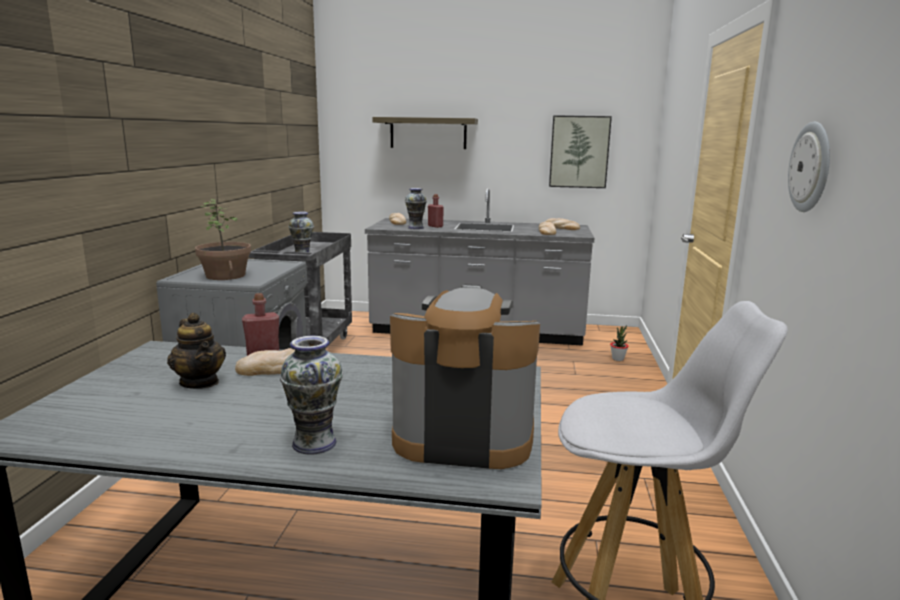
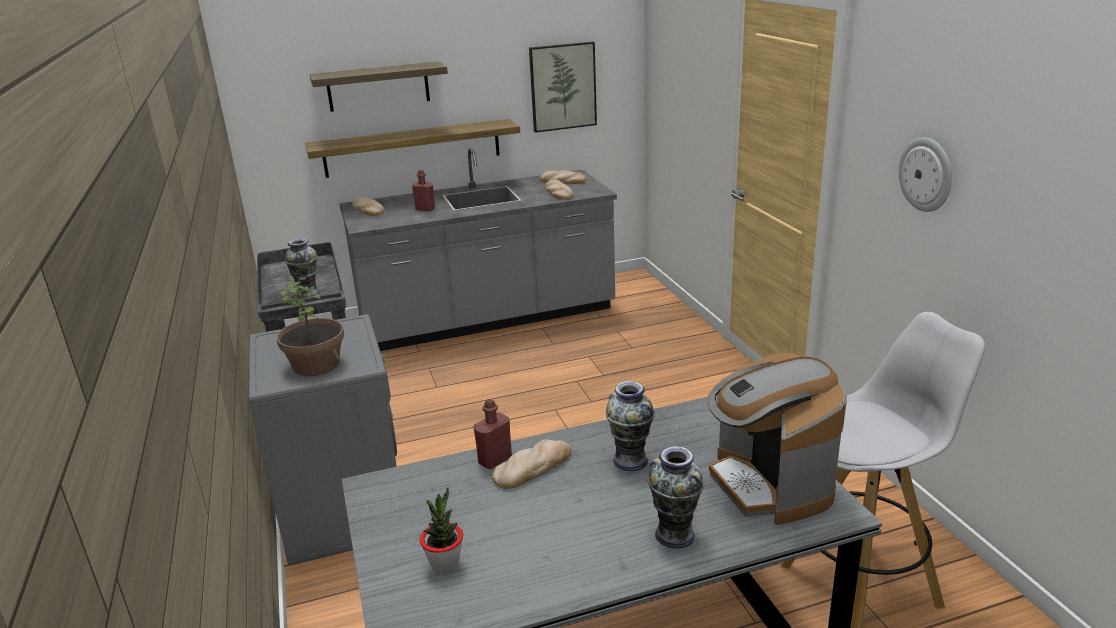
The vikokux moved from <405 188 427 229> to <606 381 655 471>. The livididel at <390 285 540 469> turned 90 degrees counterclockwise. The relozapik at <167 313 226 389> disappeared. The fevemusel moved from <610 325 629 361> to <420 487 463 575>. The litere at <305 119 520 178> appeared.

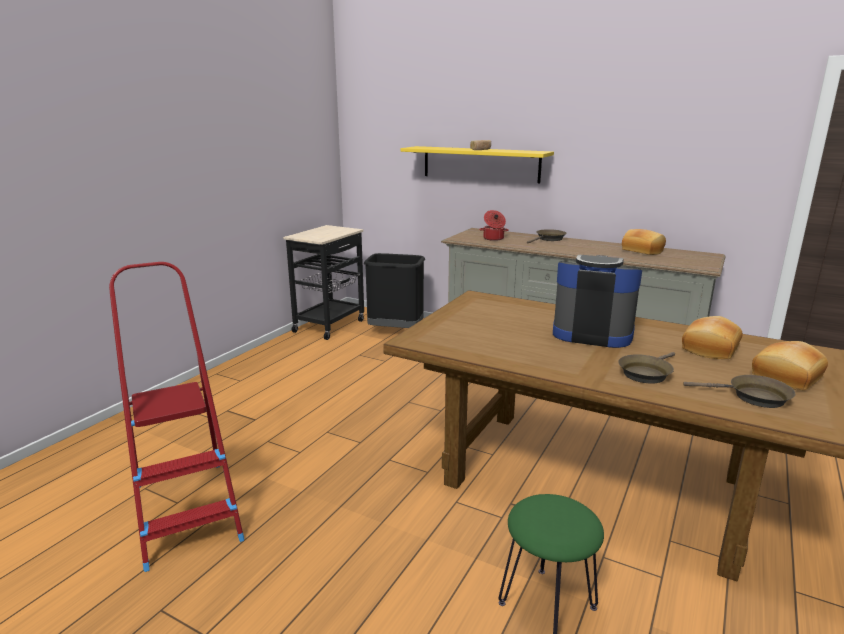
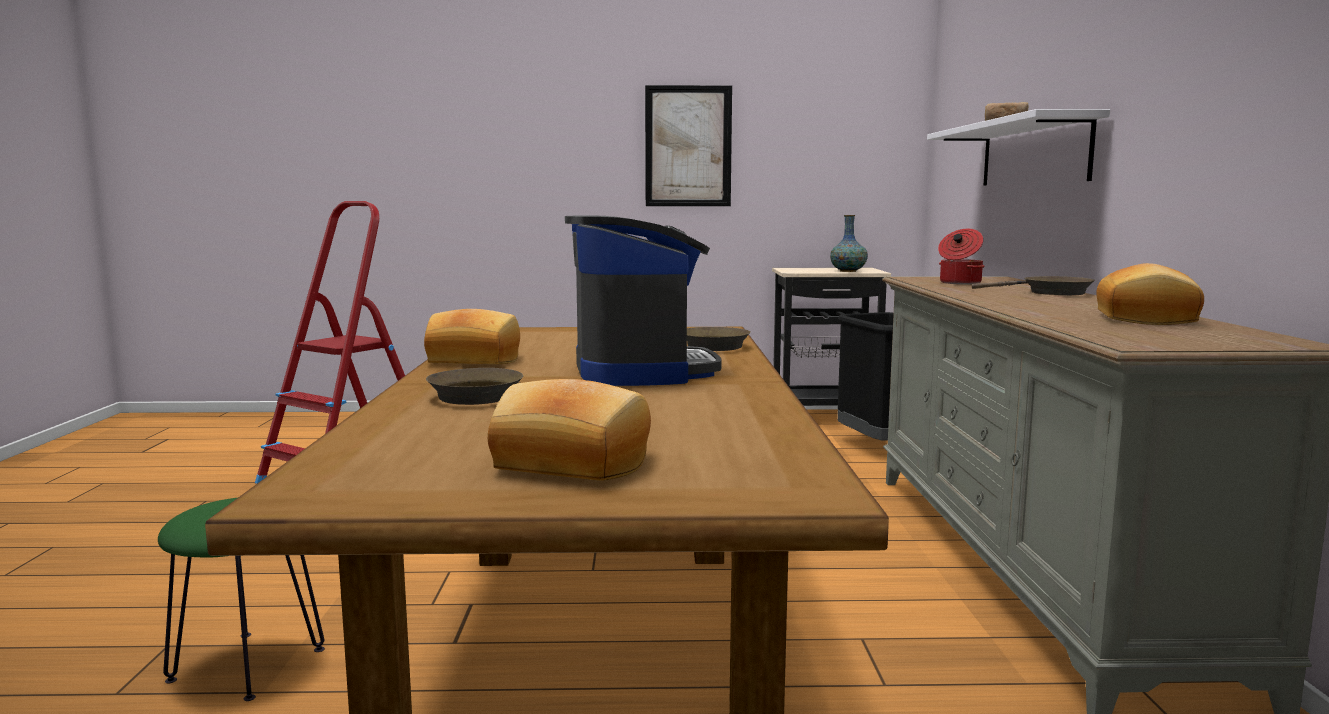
The yellow litere at <401 146 554 183> became the white litere at <927 109 1110 186>. The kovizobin moved from <682 316 742 359> to <424 309 520 364>. The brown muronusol moved from <684 375 795 408> to <687 327 751 351>. The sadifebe at <645 85 732 206> appeared. The vikokux at <830 215 868 272> appeared.

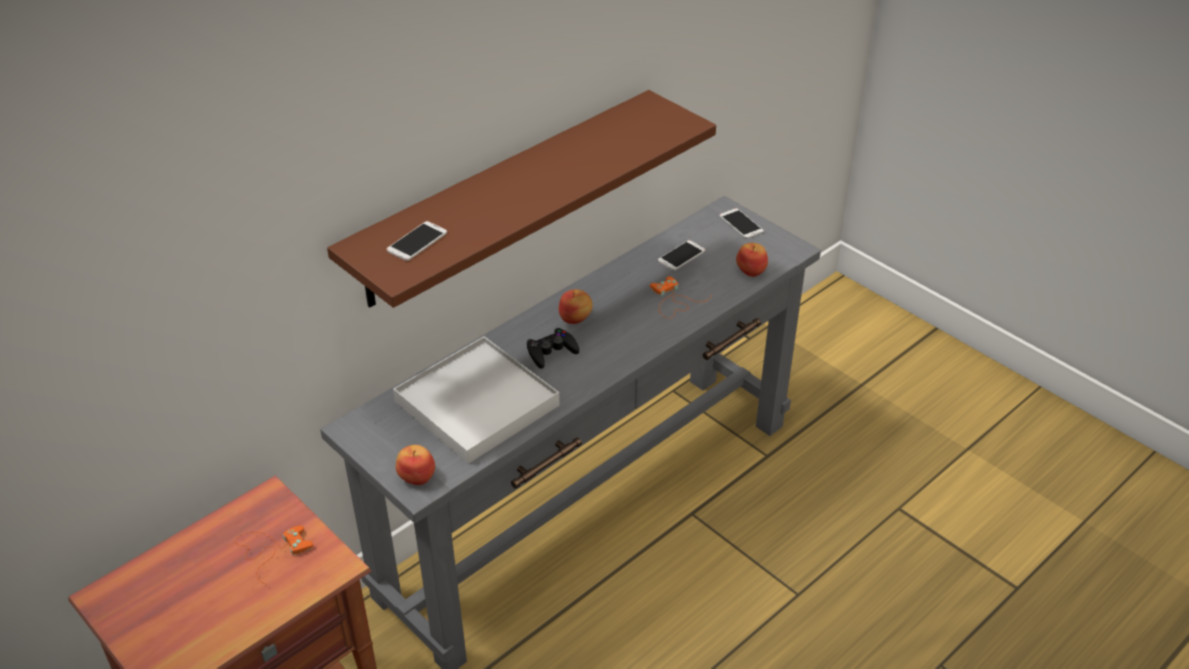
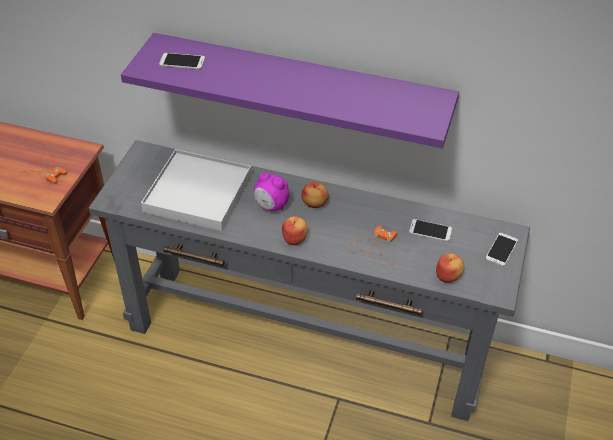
The brown litere at <327 90 716 308> became the purple litere at <121 33 459 148>. The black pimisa at <527 328 579 369> was replaced by the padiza at <254 172 289 211>. The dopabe moved from <396 445 435 485> to <282 216 308 245>.

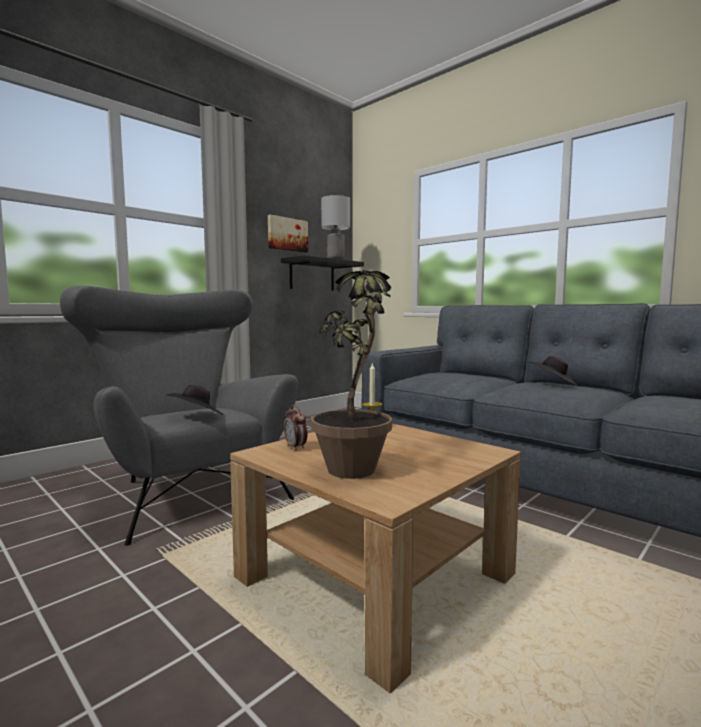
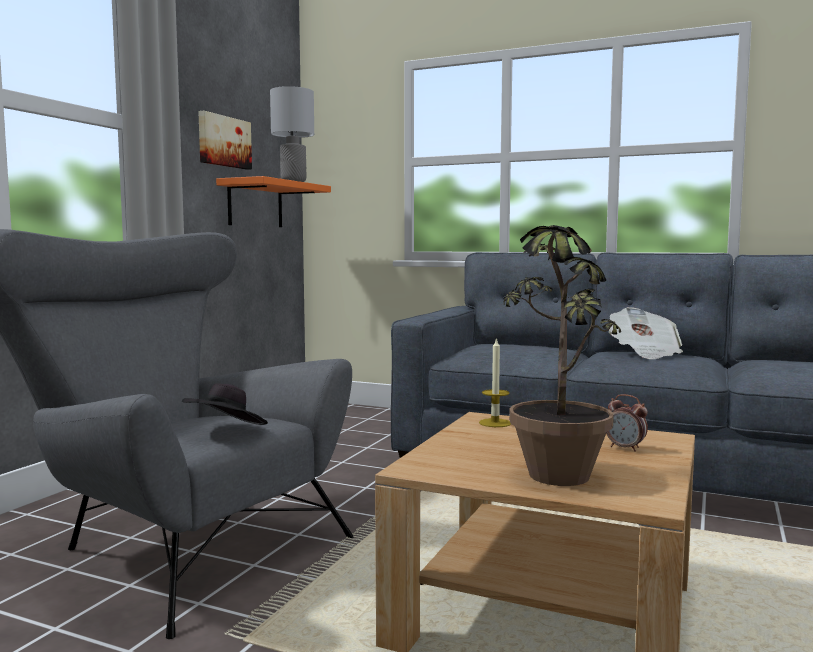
The black litere at <281 255 364 291> became the orange litere at <216 176 331 227>. The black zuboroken at <530 356 578 387> was replaced by the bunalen at <608 307 683 359>. The padiza moved from <284 405 308 451> to <606 394 648 452>.

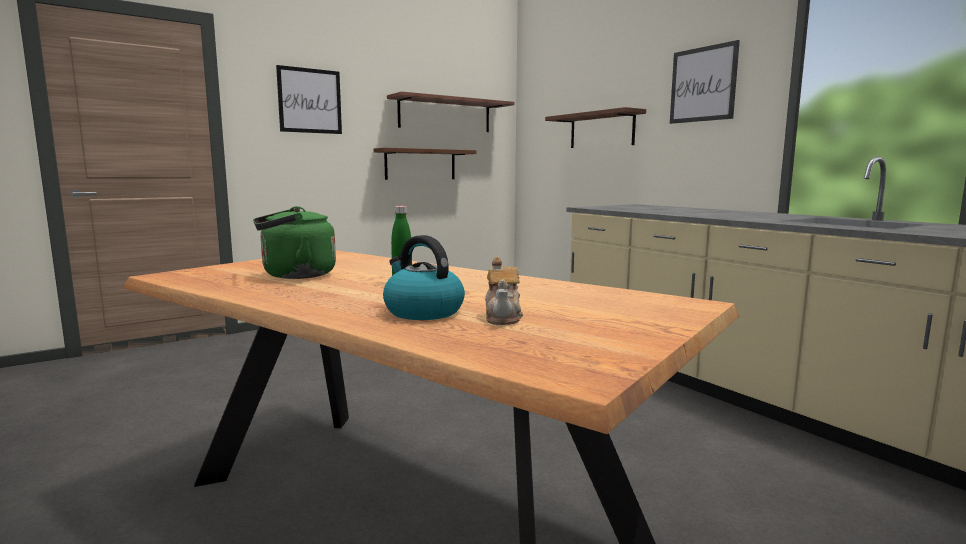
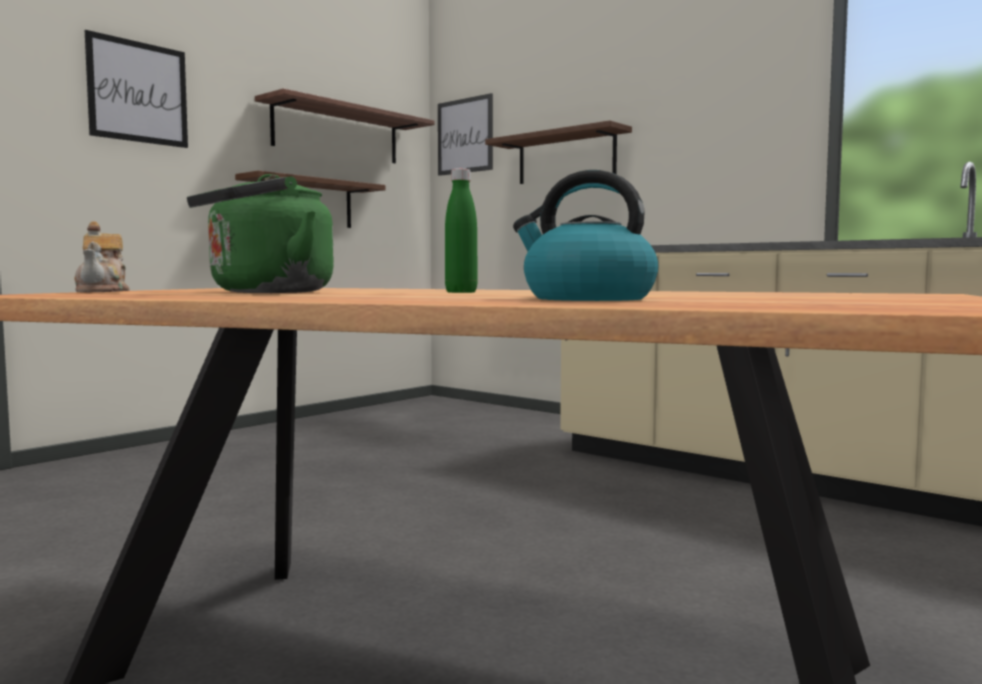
The sadifebe moved from <670 40 740 124> to <438 93 493 176>. The relozapik moved from <485 257 523 325> to <75 221 130 292>.

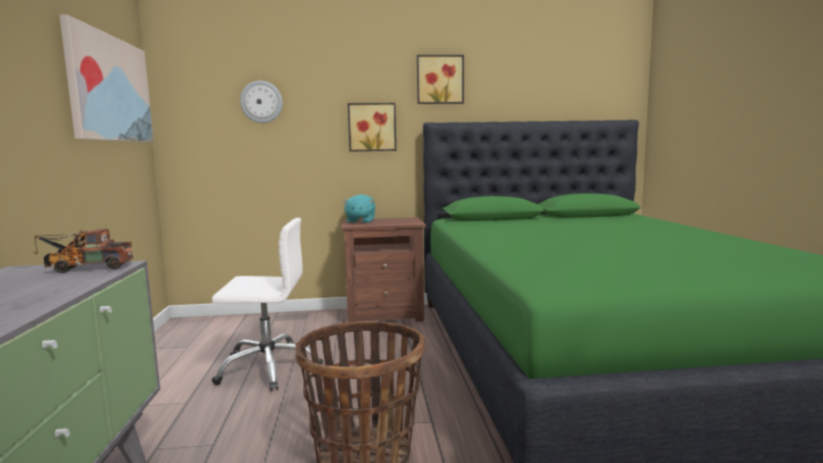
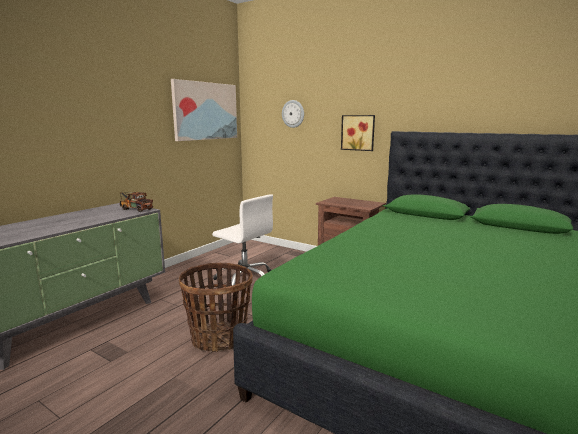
The sadifebe at <417 55 464 104> disappeared. The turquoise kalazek at <343 194 375 223> disappeared.

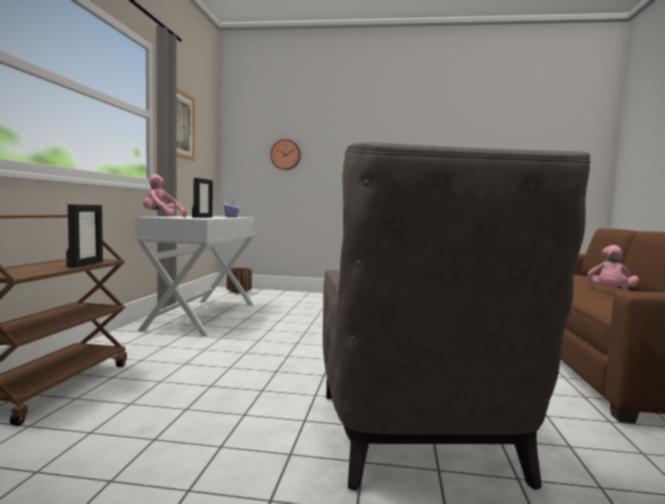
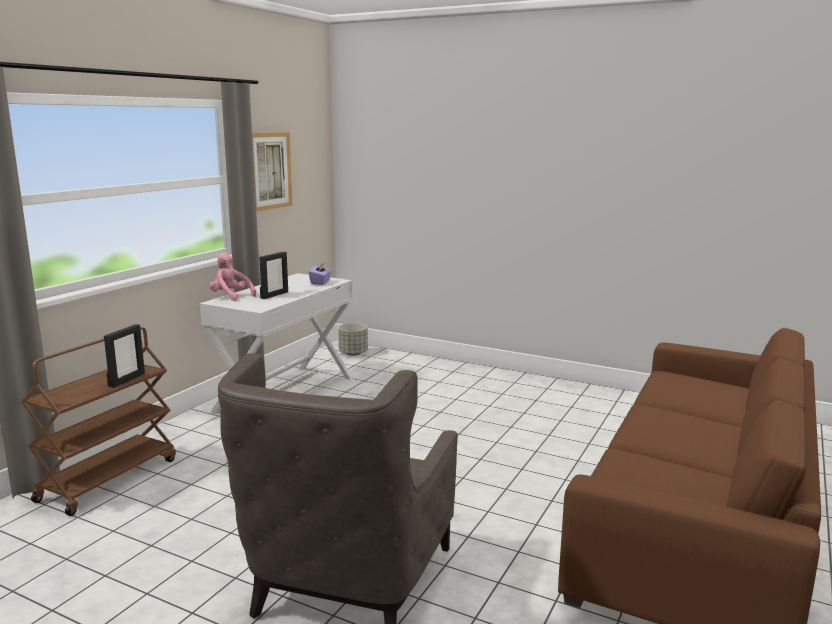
The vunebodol at <270 139 301 170> disappeared. The pink kalazek at <587 245 639 290> disappeared. The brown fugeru at <227 268 252 294> became the grey fugeru at <338 323 368 356>.

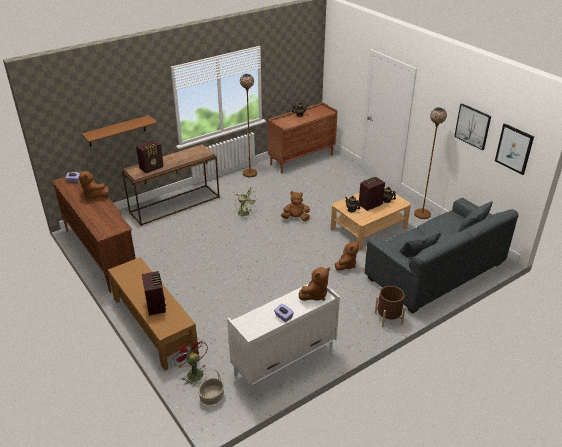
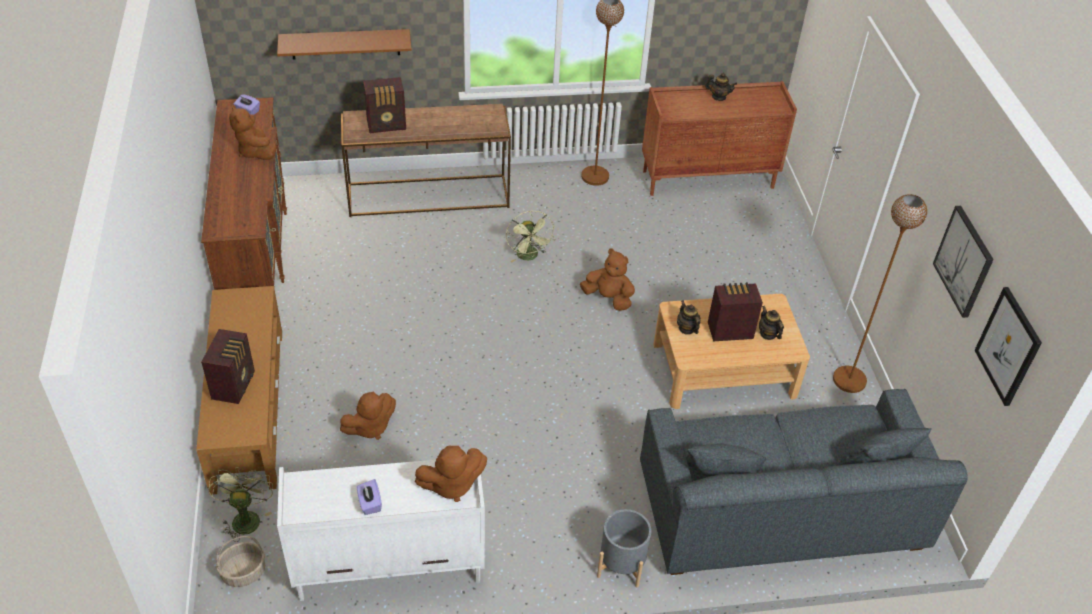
The brown kalazek moved from <335 241 359 271> to <340 392 396 440>. The brown fugeru at <375 286 406 328> became the grey fugeru at <597 509 651 587>. The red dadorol at <172 337 208 386> became the green dadorol at <208 467 273 542>.

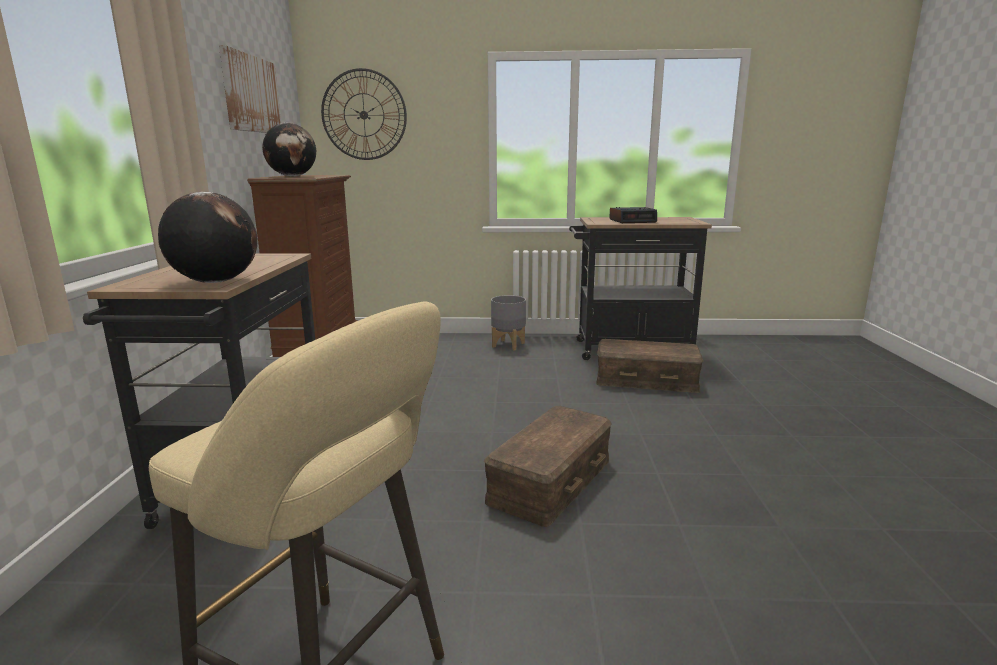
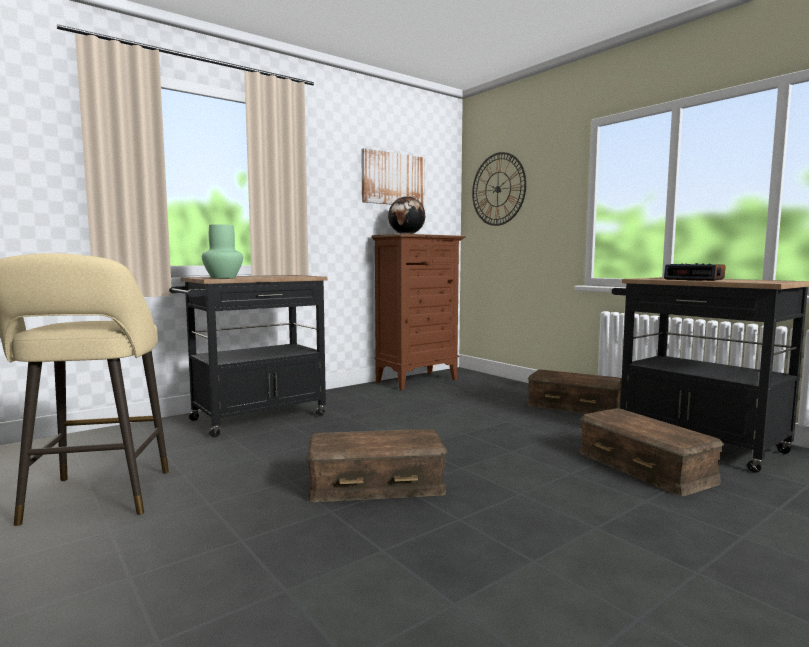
The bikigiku at <158 192 258 283> was replaced by the green vikokux at <202 224 243 278>. The grey fugeru at <491 295 526 350> was replaced by the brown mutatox at <527 370 622 414>.

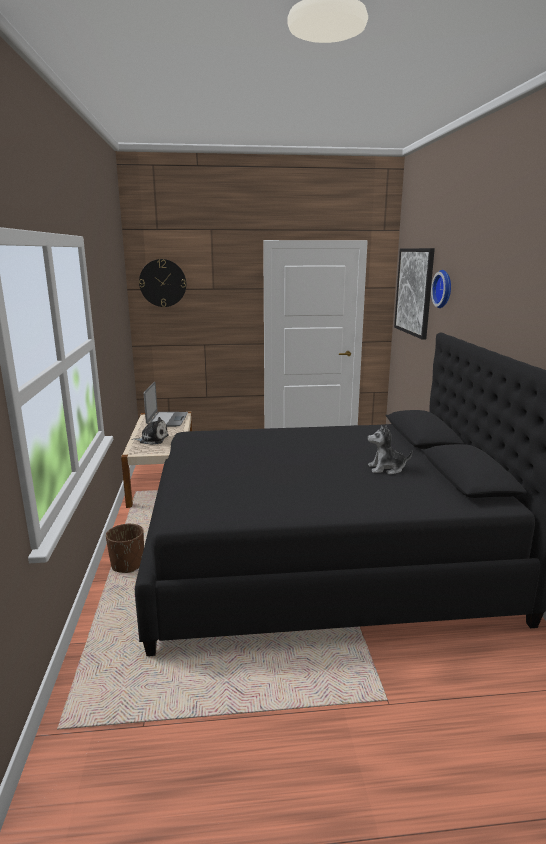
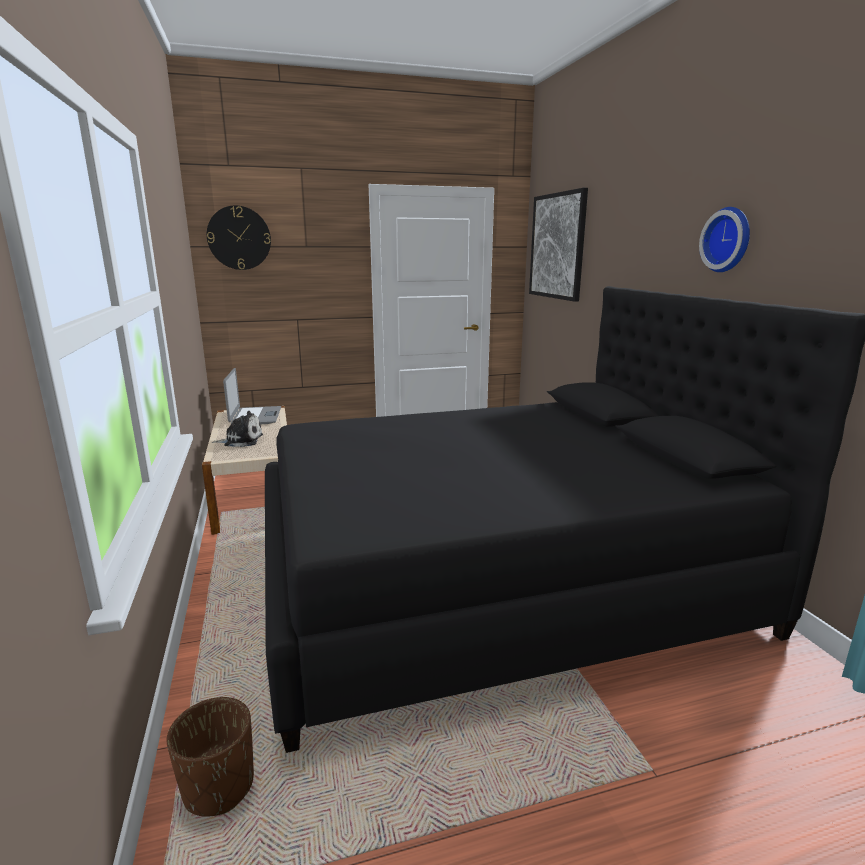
The vunebodol moved from <431 270 451 308> to <699 207 750 272>. The kalazek at <367 425 412 475> disappeared. The brown fugeru moved from <106 524 144 573> to <167 697 254 817>.

